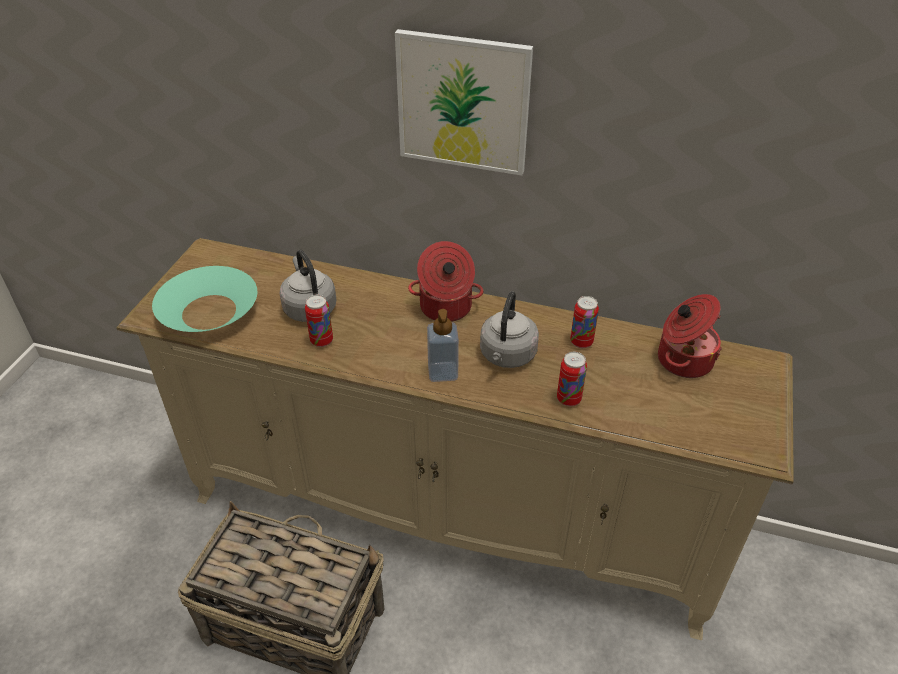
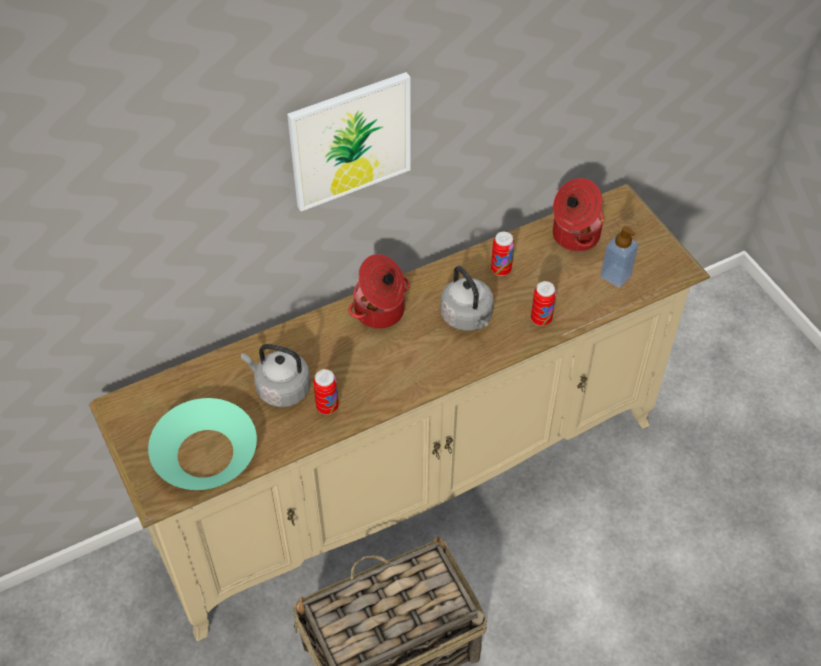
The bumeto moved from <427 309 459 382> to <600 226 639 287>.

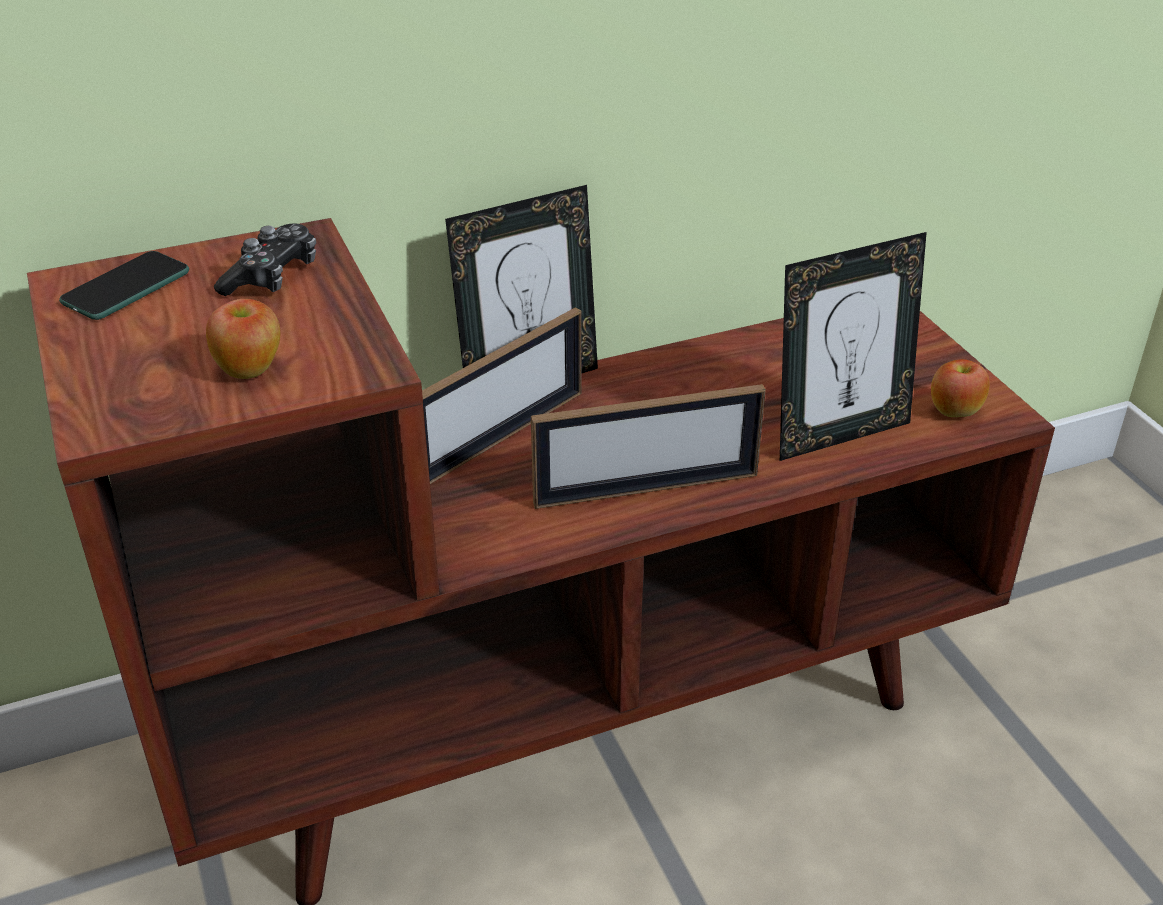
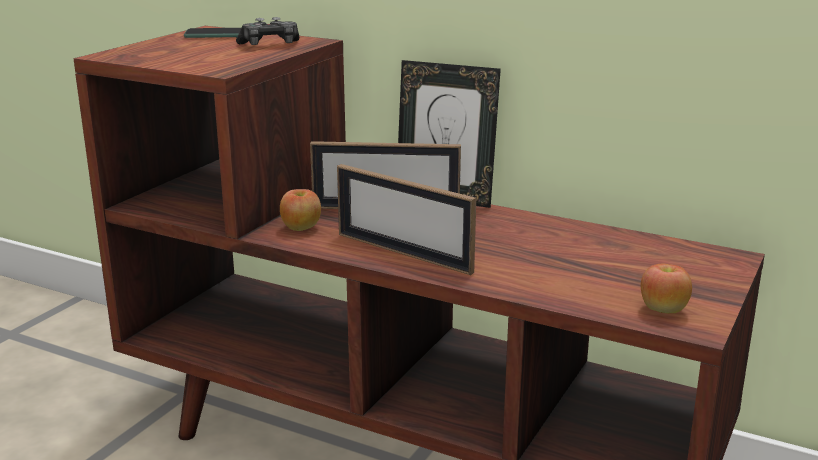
The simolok at <780 232 927 461> disappeared. The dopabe moved from <206 299 280 379> to <280 189 321 231>.

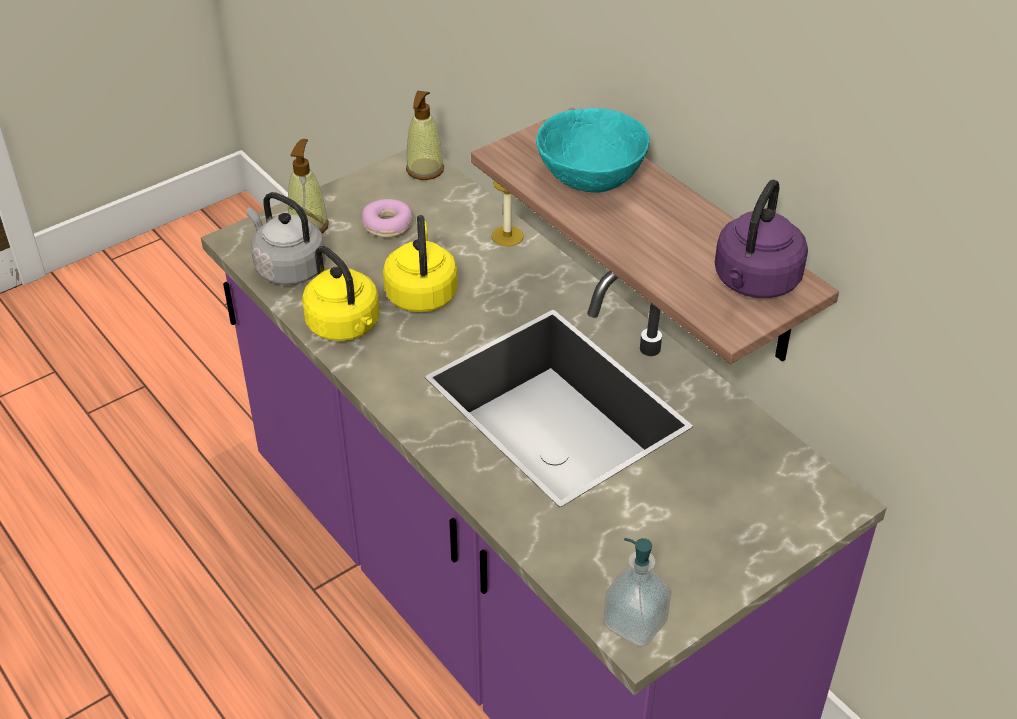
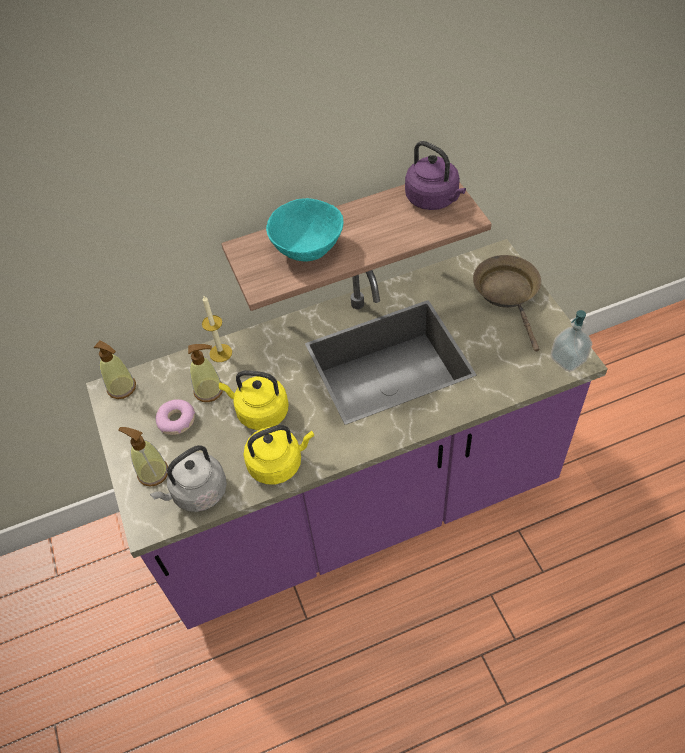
The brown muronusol at <473 255 541 352> appeared. The bumeto at <188 344 223 402> appeared.

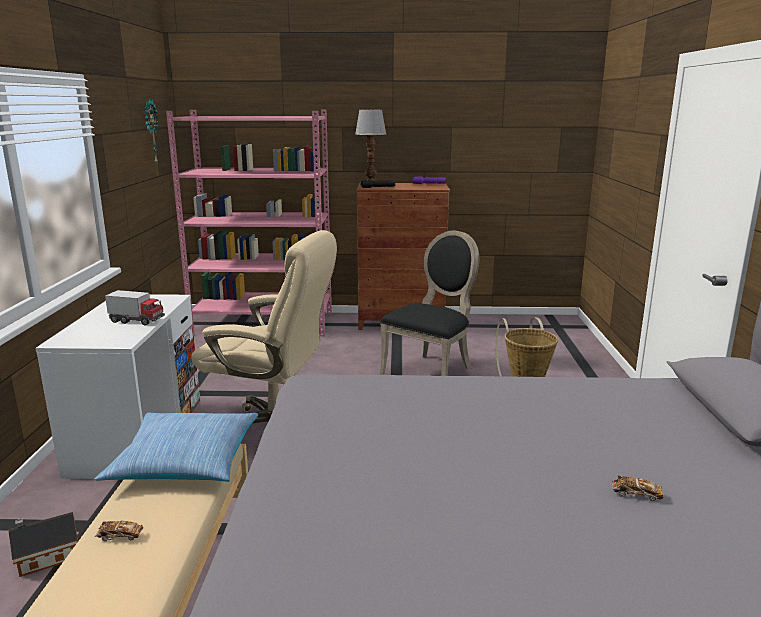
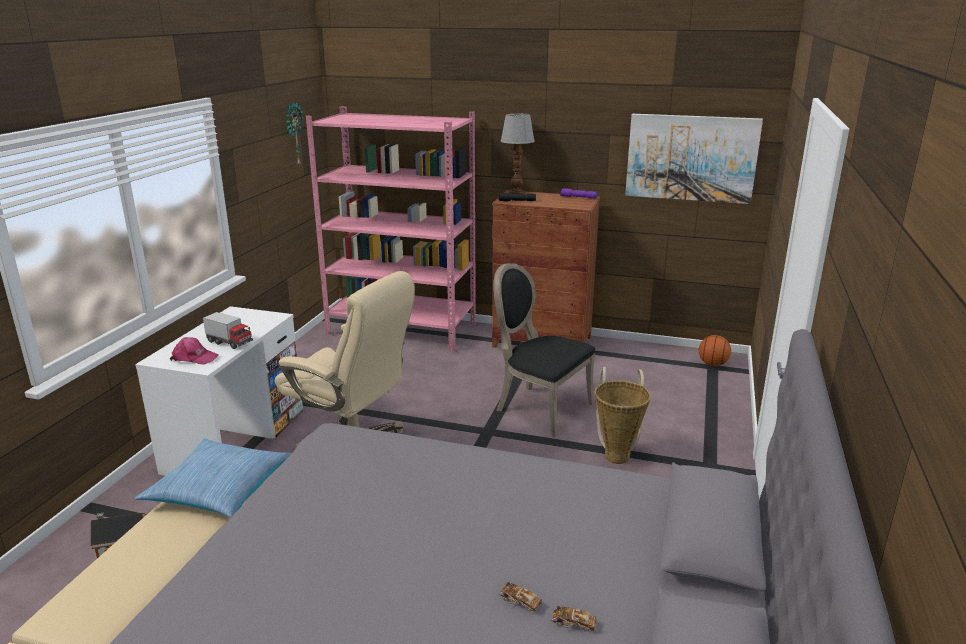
The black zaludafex at <380 231 479 376> turned 105 degrees counterclockwise. The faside moved from <95 520 143 541> to <551 606 597 631>. The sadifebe at <625 114 763 204> appeared. The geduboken at <699 335 731 366> appeared. The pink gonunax at <170 337 219 365> appeared.

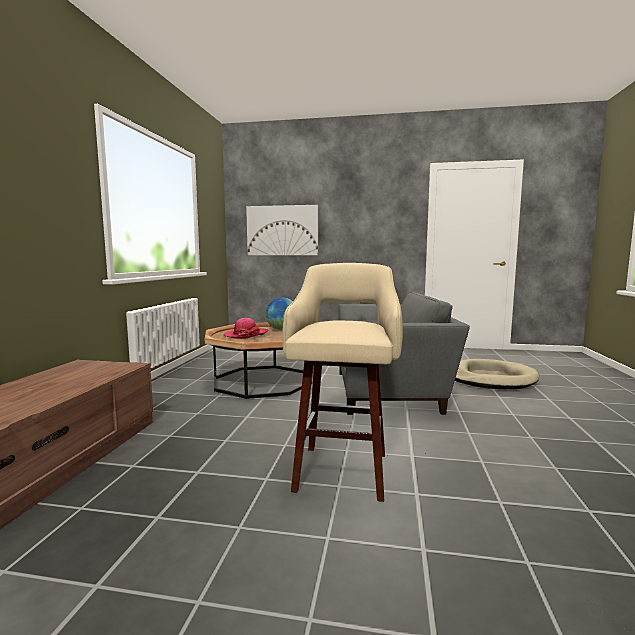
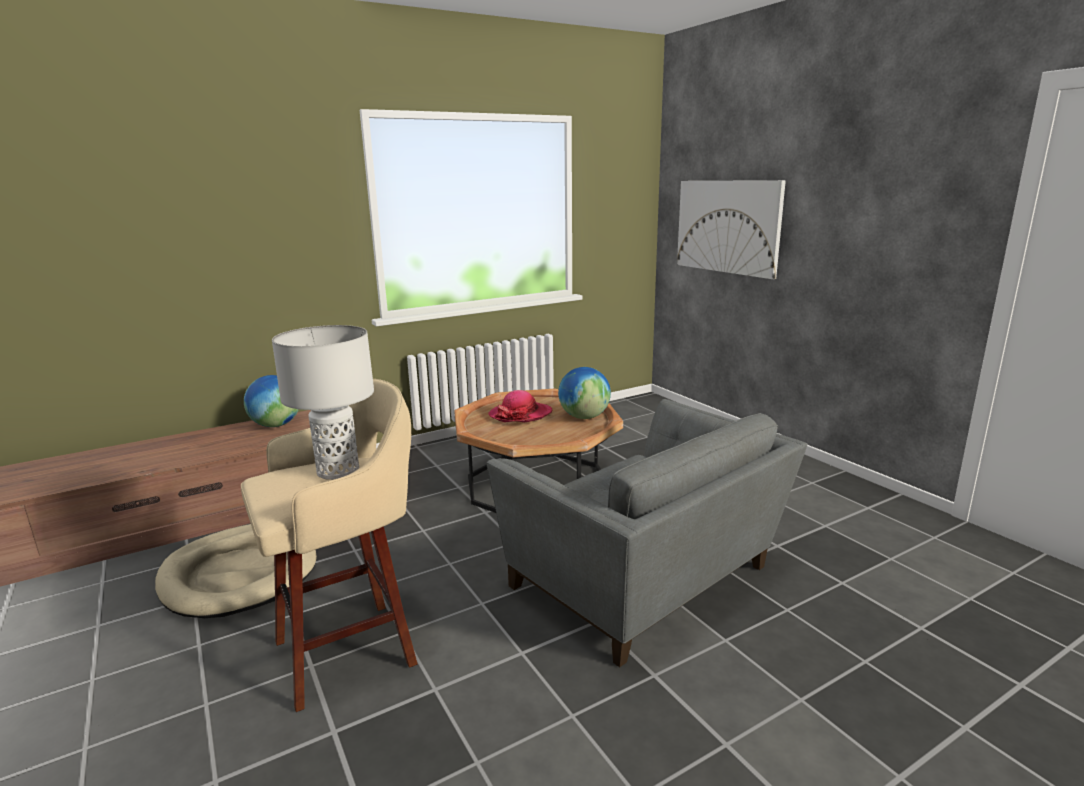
The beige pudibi moved from <455 359 539 389> to <155 524 317 618>. The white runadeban at <272 325 374 480> appeared. The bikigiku at <244 375 299 427> appeared.

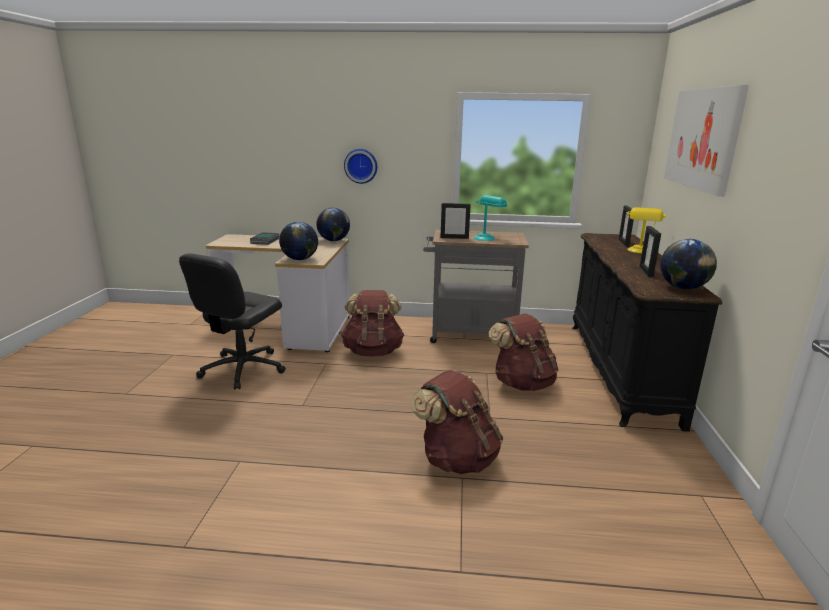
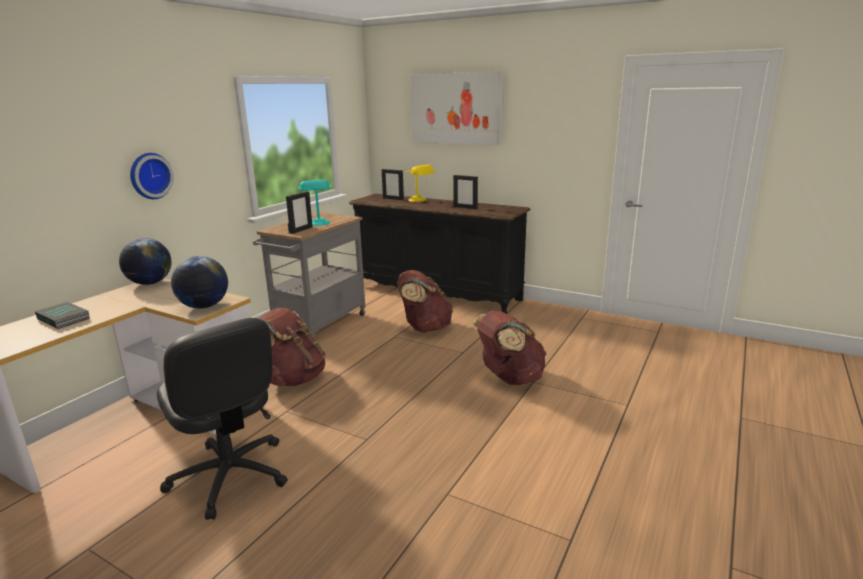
The bikigiku at <660 239 717 289> disappeared.

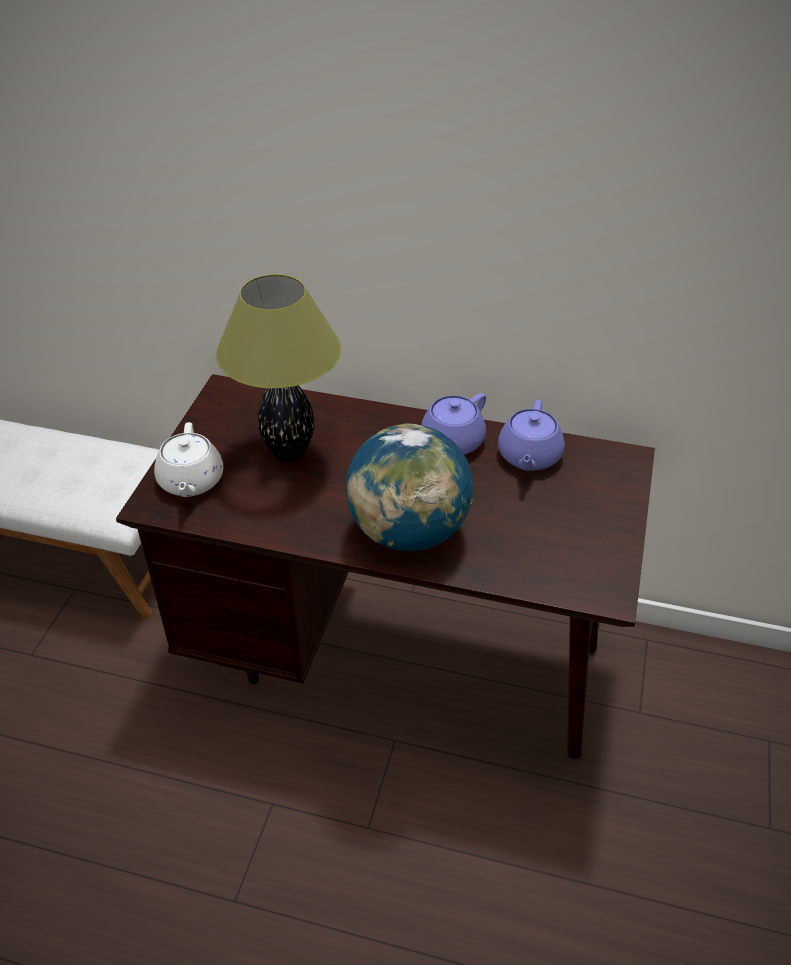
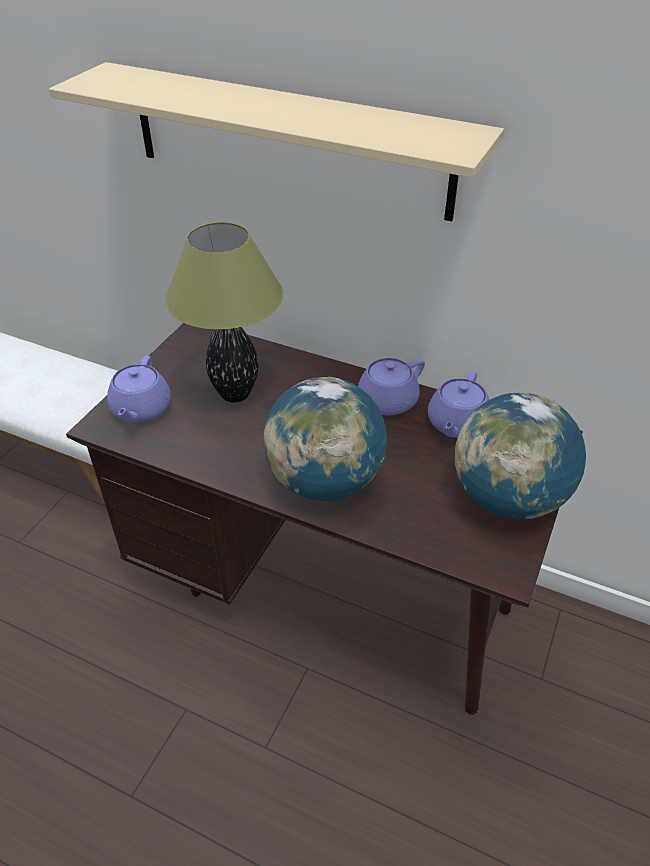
The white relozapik at <154 422 223 497> became the purple relozapik at <107 356 171 423>. The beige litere at <49 62 504 222> appeared. The bikigiku at <455 393 586 519> appeared.

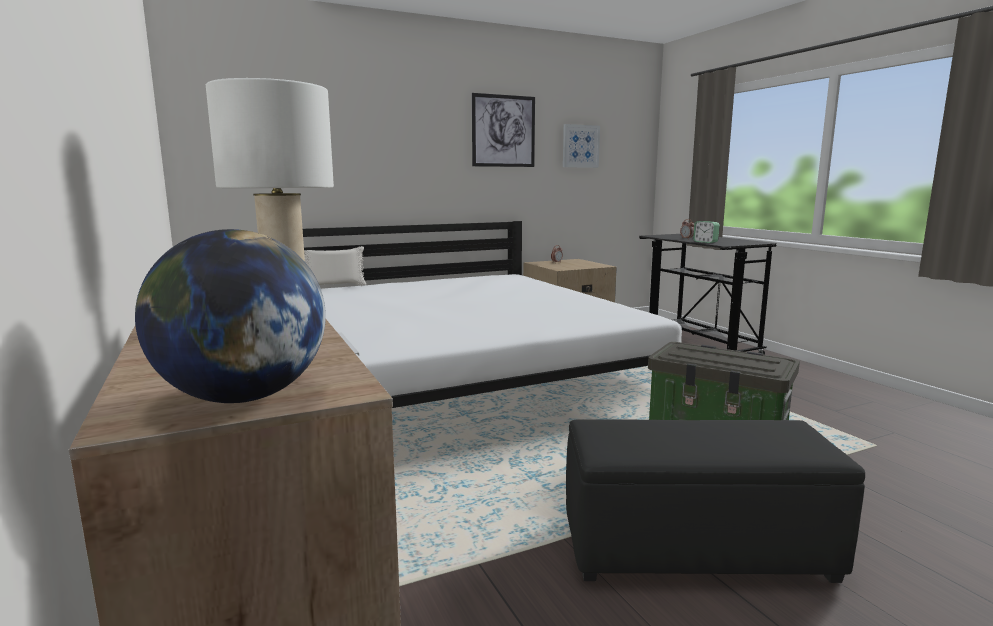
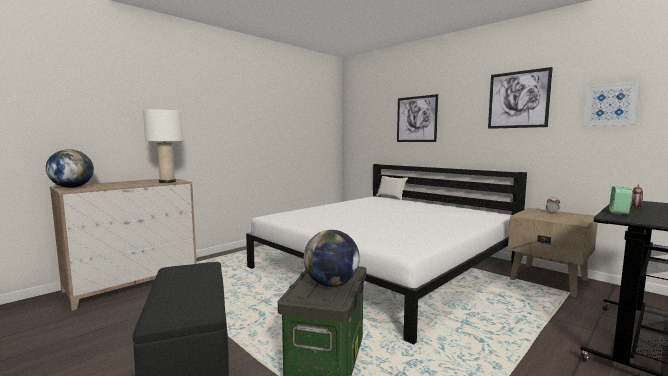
The sadifebe at <397 94 438 142> appeared. The bikigiku at <304 230 360 287> appeared.

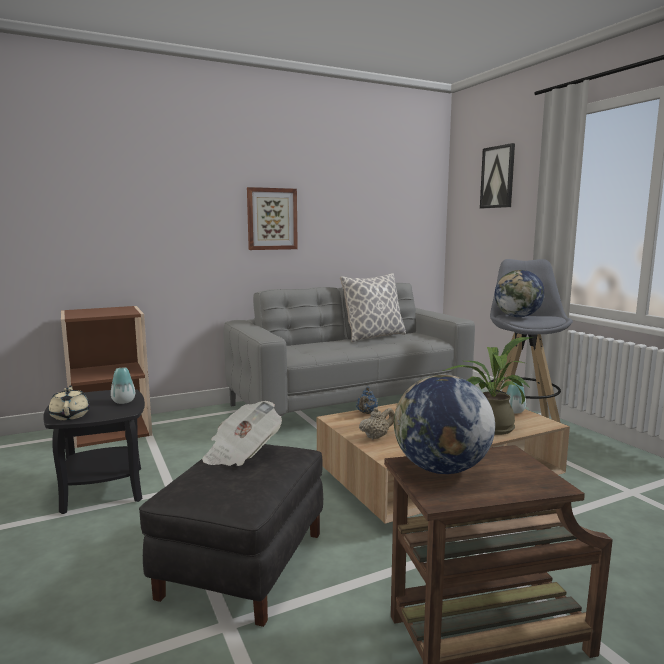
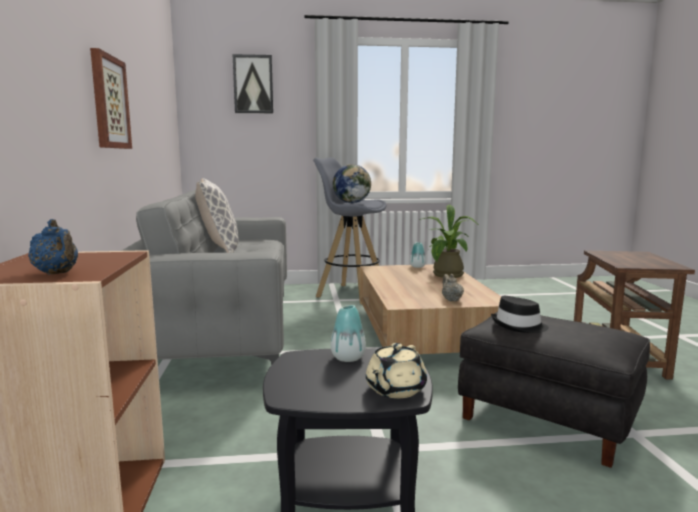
The bikigiku at <394 375 495 474> disappeared. The beige relozapik at <48 386 90 420> turned 60 degrees counterclockwise. The blue relozapik moved from <356 387 378 414> to <28 219 78 275>. The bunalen at <202 401 282 466> was replaced by the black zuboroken at <491 296 549 333>.

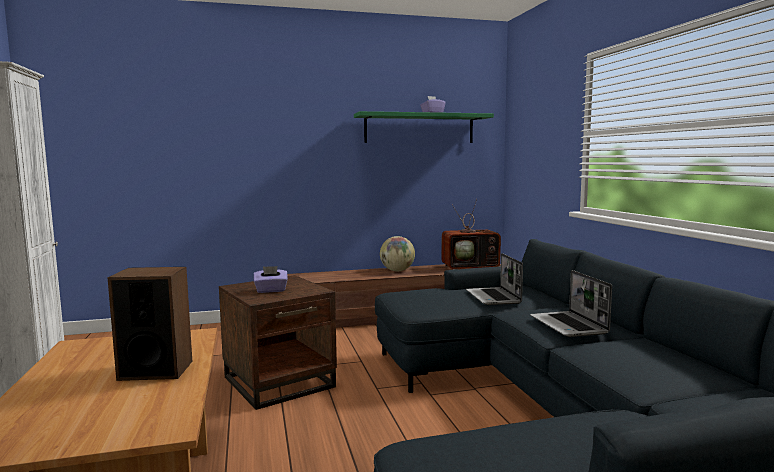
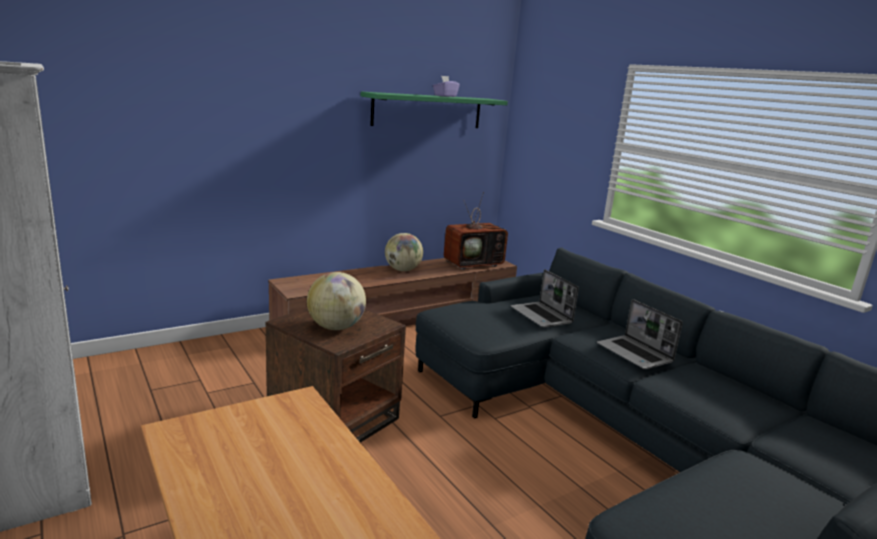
The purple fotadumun at <254 266 288 293> was replaced by the bikigiku at <307 272 366 330>. The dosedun at <107 267 192 381> disappeared.

